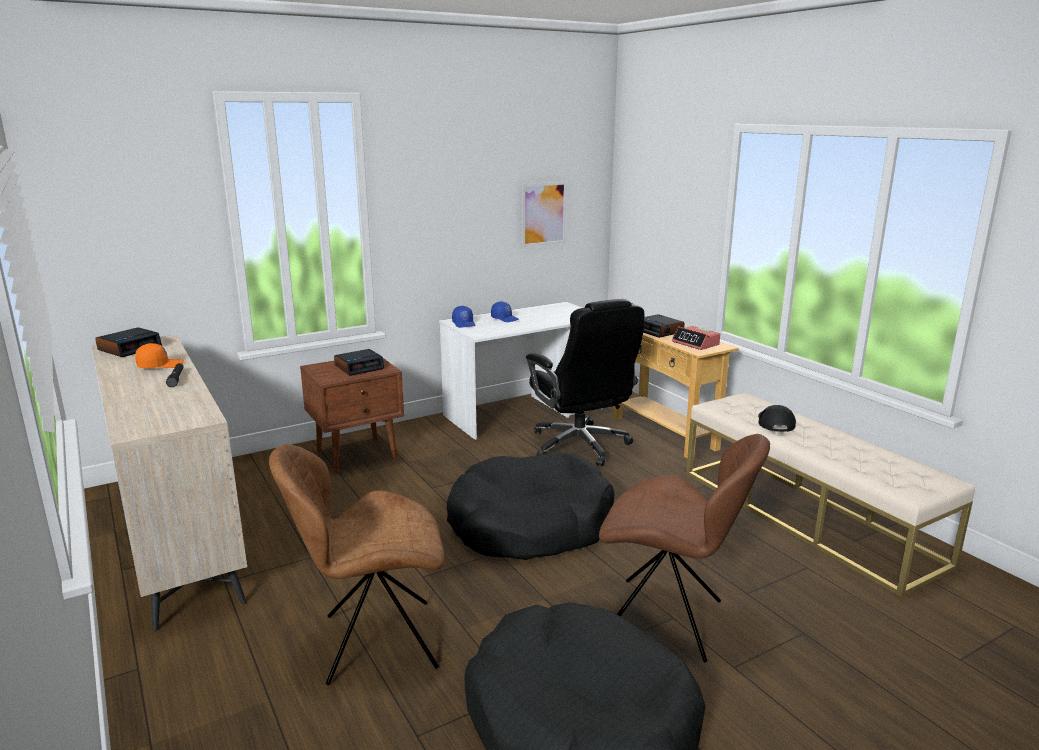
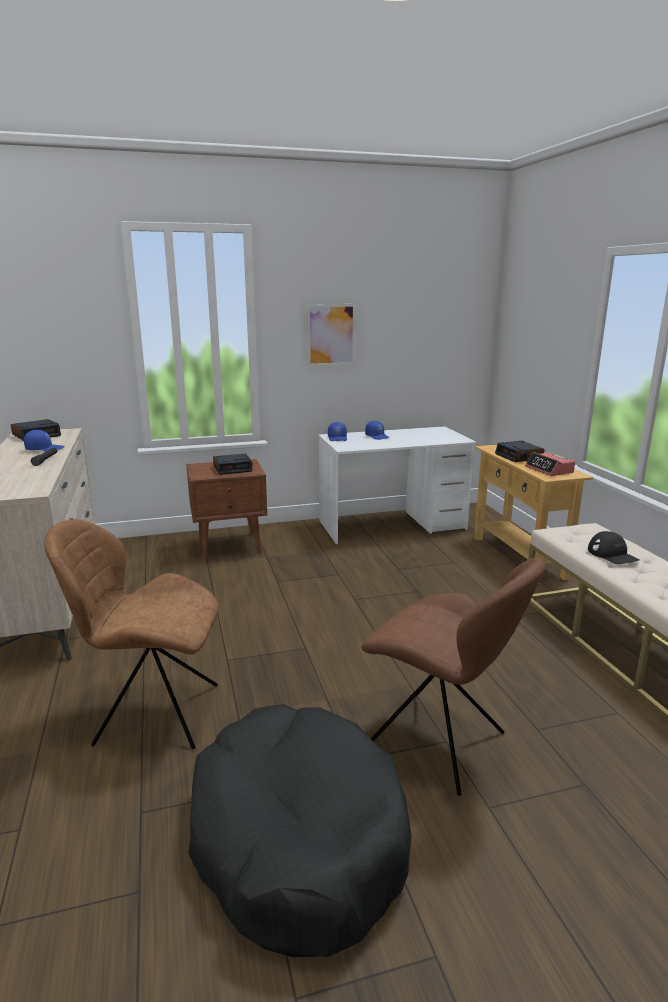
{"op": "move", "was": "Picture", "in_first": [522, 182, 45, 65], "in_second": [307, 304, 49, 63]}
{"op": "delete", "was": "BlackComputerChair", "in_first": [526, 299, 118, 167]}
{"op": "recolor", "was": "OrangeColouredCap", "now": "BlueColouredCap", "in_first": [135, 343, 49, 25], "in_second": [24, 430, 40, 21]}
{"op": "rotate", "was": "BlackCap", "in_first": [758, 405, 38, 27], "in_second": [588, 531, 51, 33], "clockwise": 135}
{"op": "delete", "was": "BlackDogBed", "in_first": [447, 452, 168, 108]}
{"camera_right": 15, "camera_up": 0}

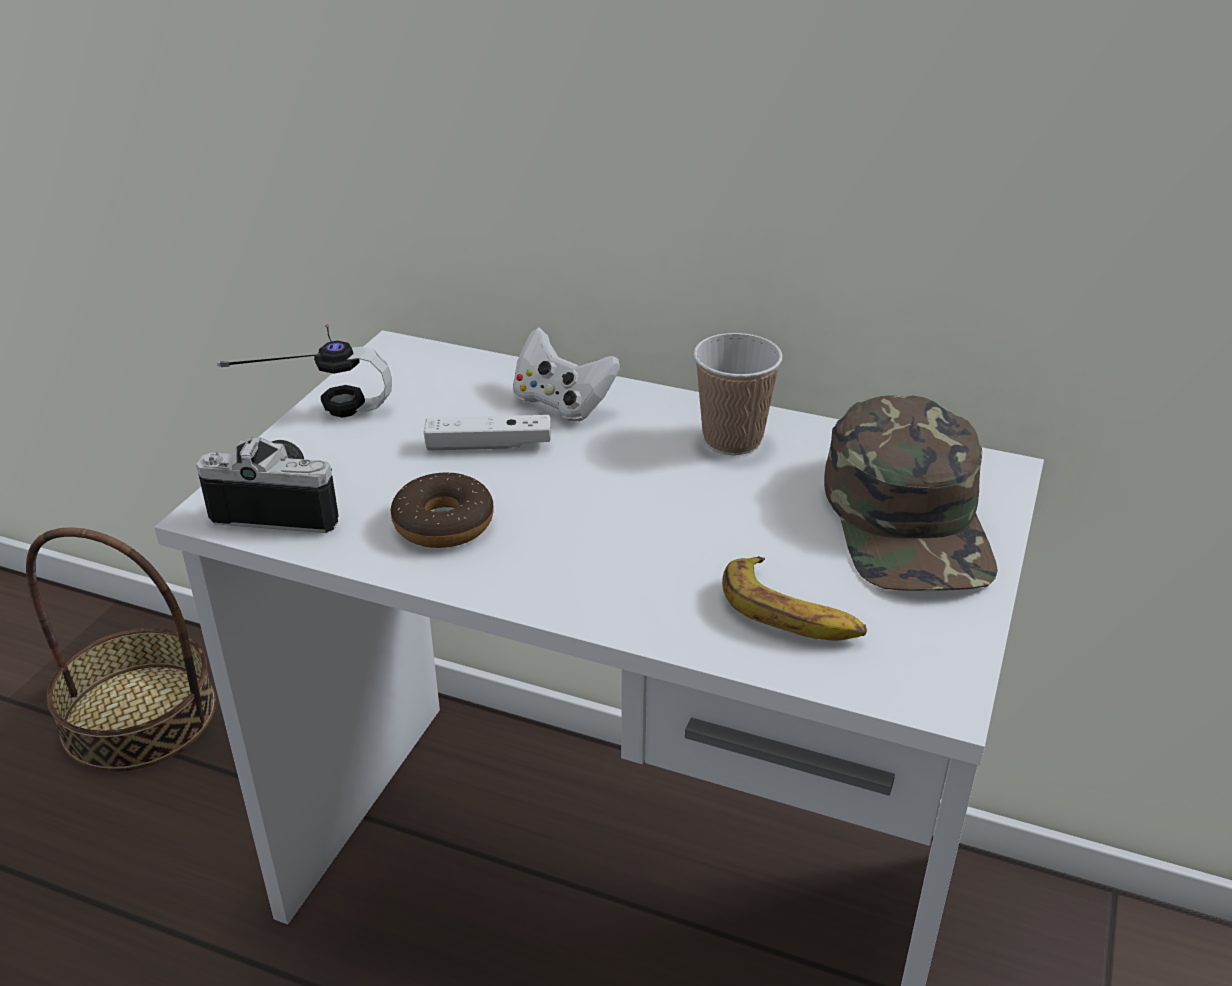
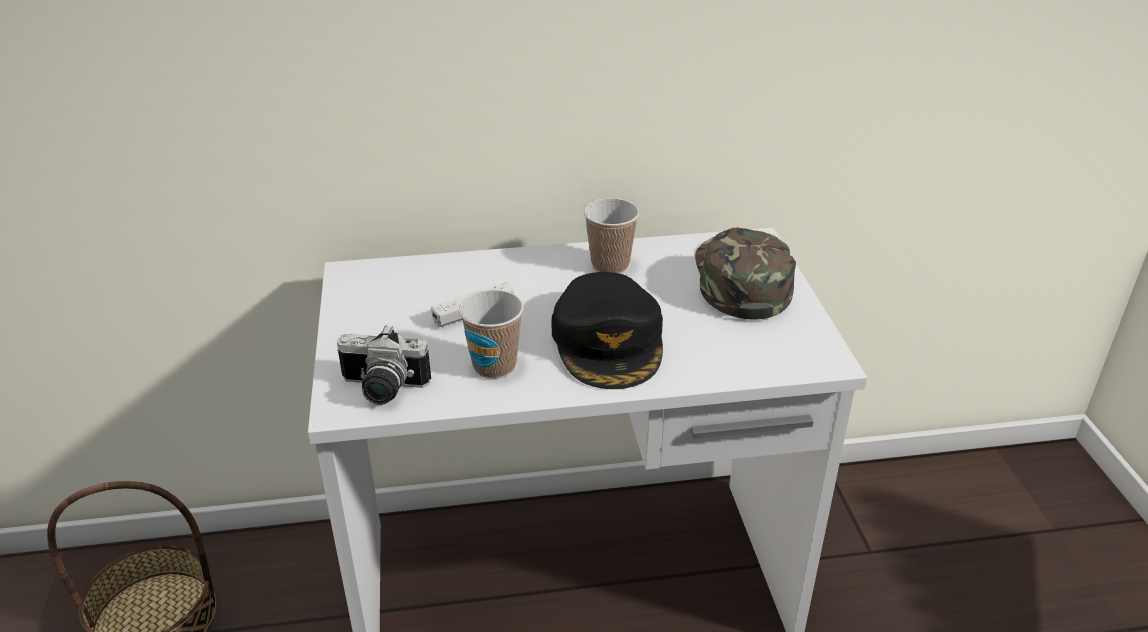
{"op": "delete", "was": "Headset", "in_first": [217, 324, 175, 94]}
{"op": "delete", "was": "WhiteJoypad", "in_first": [513, 327, 108, 94]}
{"op": "rotate", "was": "GreenishCap", "in_first": [824, 395, 174, 196], "in_second": [695, 227, 101, 93], "clockwise": -150}
{"op": "rotate", "was": "PhotoCamera", "in_first": [196, 437, 143, 96], "in_second": [337, 325, 94, 80], "clockwise": -150}
{"op": "replace", "was": "RingDoughnut", "now": "Cup", "in_first": [391, 472, 103, 76], "in_second": [459, 289, 65, 90]}
{"op": "delete", "was": "BananaFruit", "in_first": [722, 556, 145, 85]}
{"op": "insert", "now": "BlackCap", "in_second": [551, 272, 112, 117]}
{"camera_right": -30, "camera_up": 0}

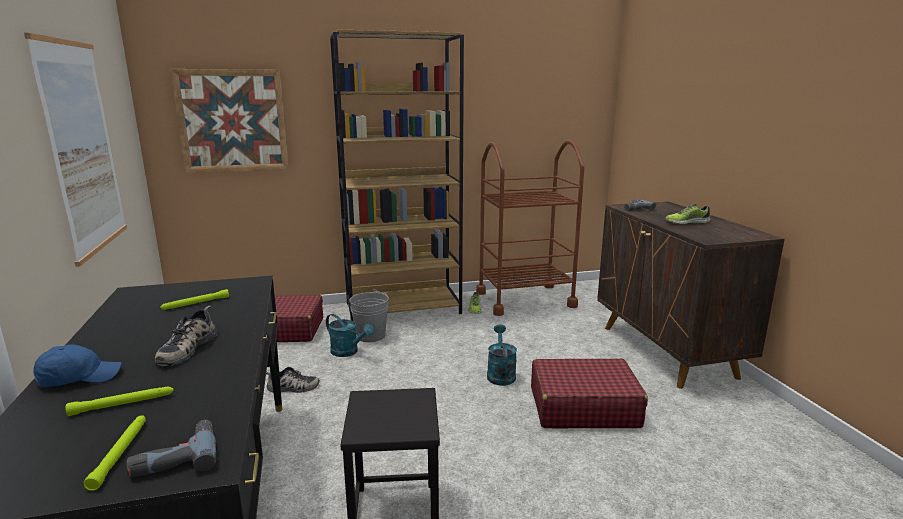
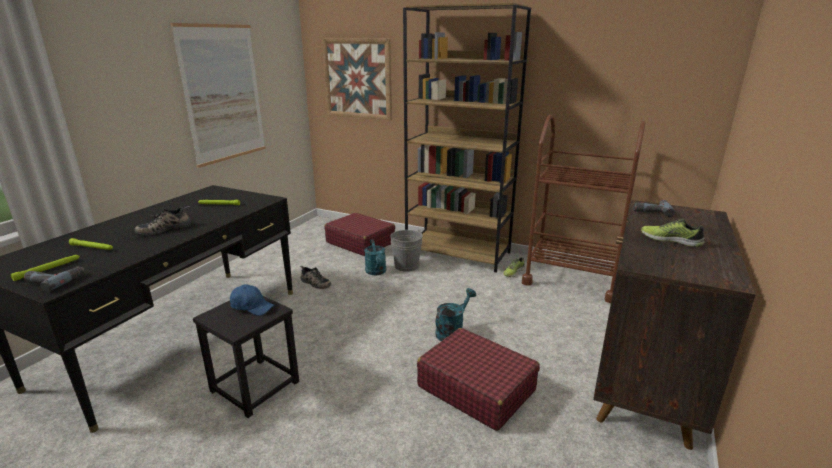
{"op": "move", "was": "BlueColouredCap", "in_first": [33, 344, 89, 43], "in_second": [230, 284, 44, 32]}
{"camera_right": 40, "camera_up": 5}

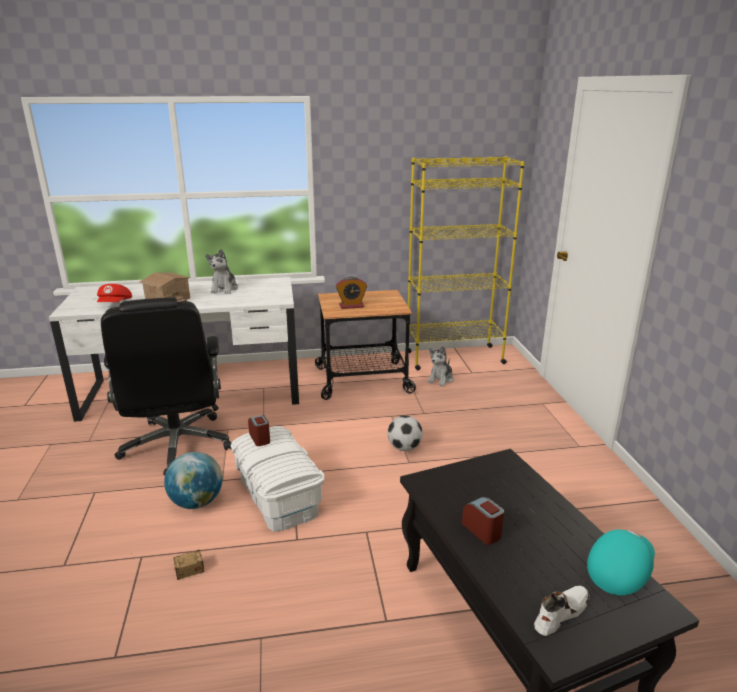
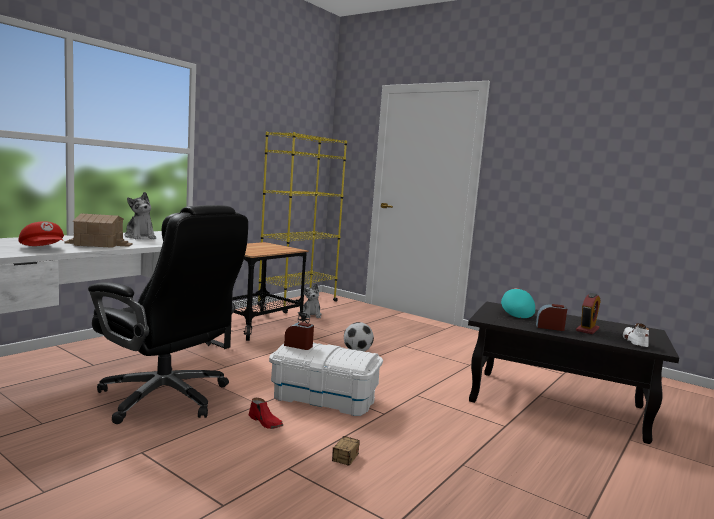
{"op": "move", "was": "TableClock", "in_first": [336, 277, 31, 32], "in_second": [576, 293, 24, 41]}
{"op": "replace", "was": "Globe", "now": "ReddishItemOfFootwear", "in_first": [164, 452, 59, 57], "in_second": [249, 398, 34, 31]}
{"op": "move", "was": "BlueGreenCap", "in_first": [587, 529, 68, 66], "in_second": [501, 288, 34, 30]}
{"camera_right": -45, "camera_up": -15}

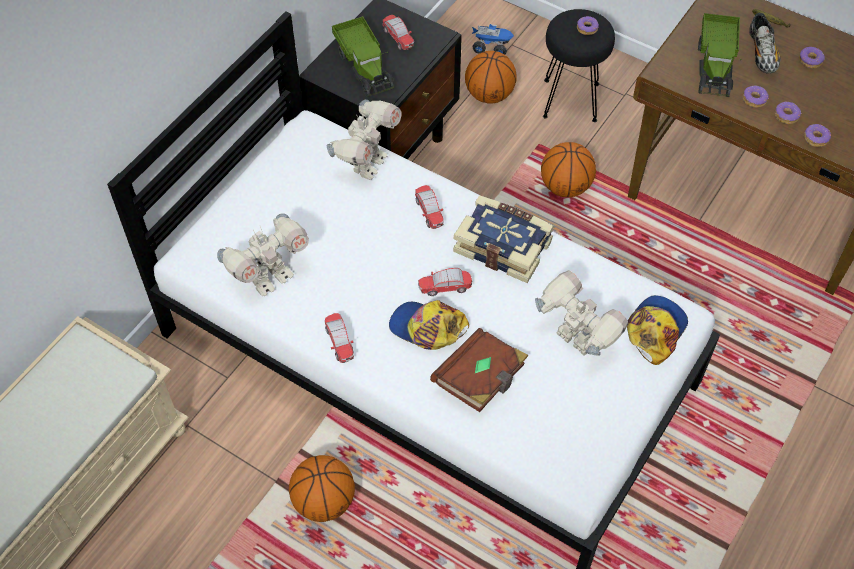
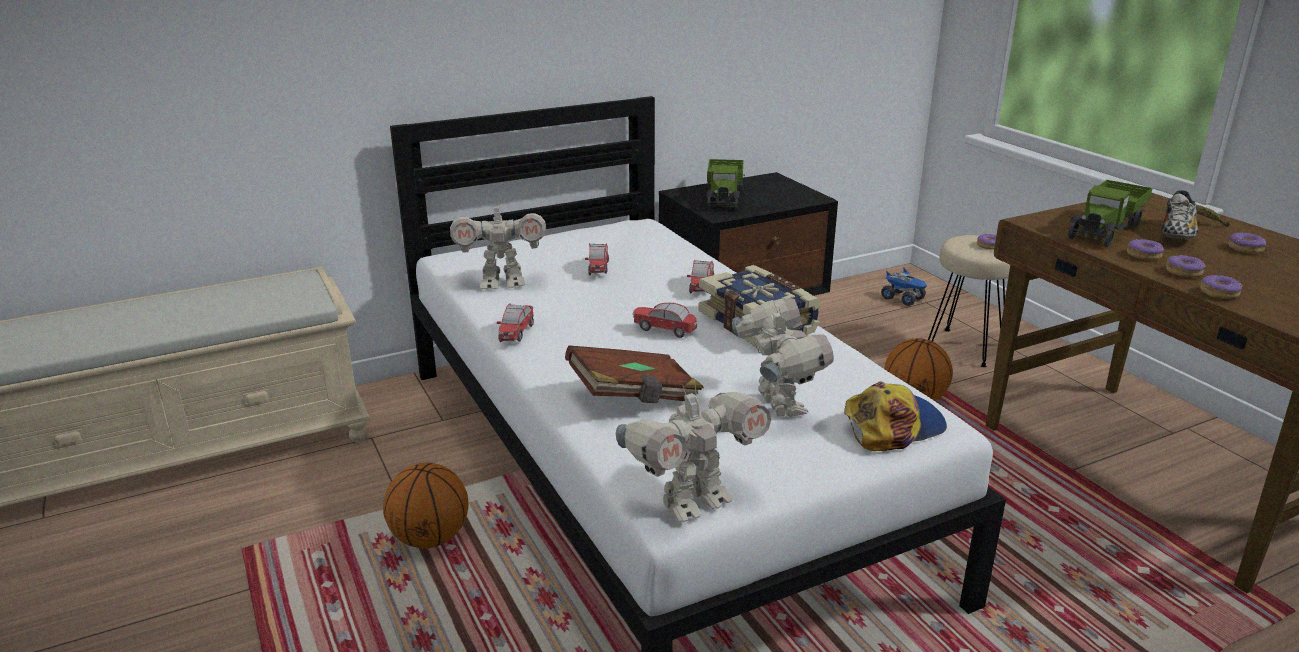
{"op": "recolor", "was": "BlackSittingStool", "now": "SandColouredSittingStool", "in_first": [543, 9, 72, 113], "in_second": [928, 235, 82, 132]}
{"op": "move", "was": "ToyCar", "in_first": [382, 15, 32, 36], "in_second": [585, 243, 24, 32]}
{"op": "delete", "was": "BallForBasketball", "in_first": [465, 51, 52, 53]}
{"op": "move", "was": "RobotFigure", "in_first": [327, 100, 74, 80], "in_second": [616, 380, 155, 142]}
{"op": "delete", "was": "Cap", "in_first": [389, 300, 80, 50]}
{"camera_right": 30, "camera_up": -30}

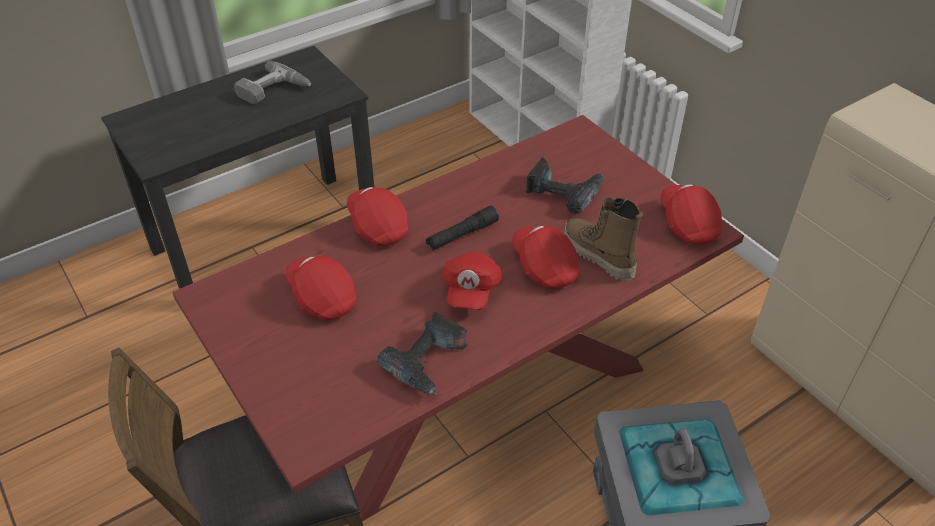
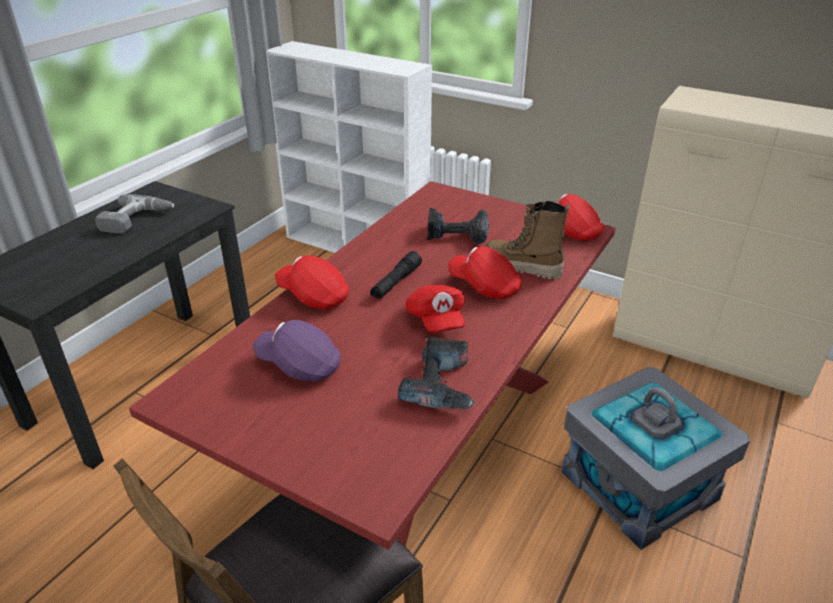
{"op": "recolor", "was": "ReddishCap", "now": "PurpleCap", "in_first": [286, 256, 71, 64], "in_second": [253, 320, 88, 62]}
{"camera_right": -25, "camera_up": -10}

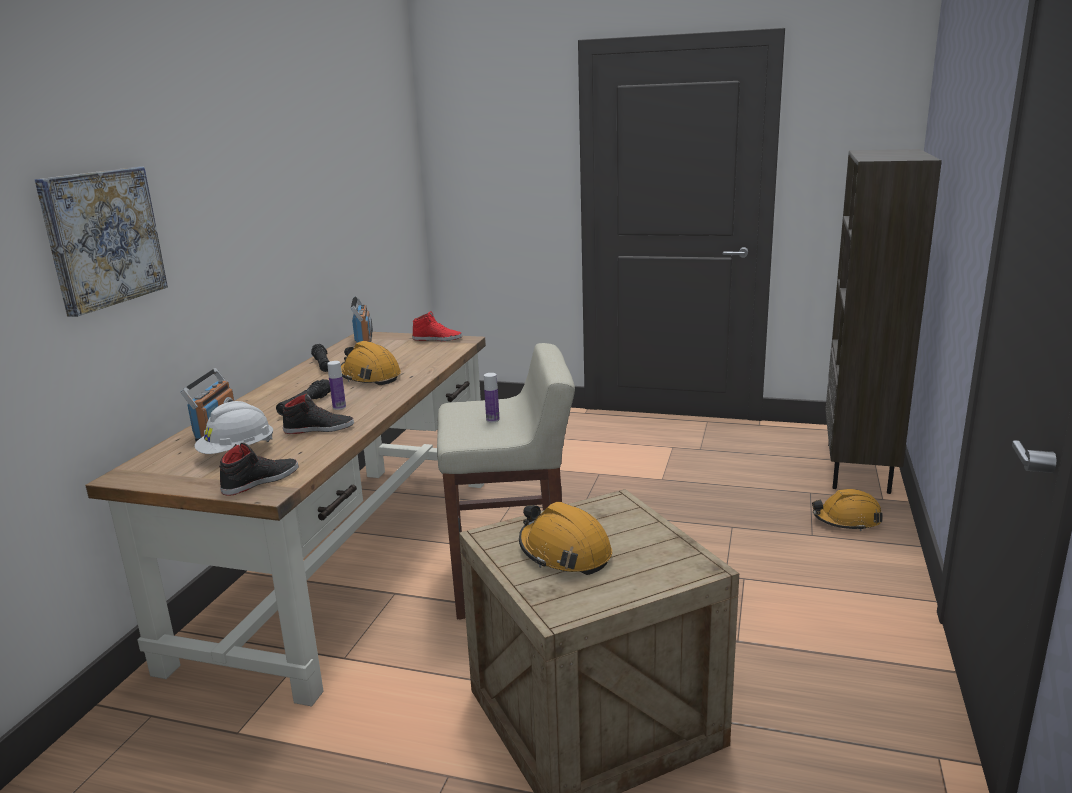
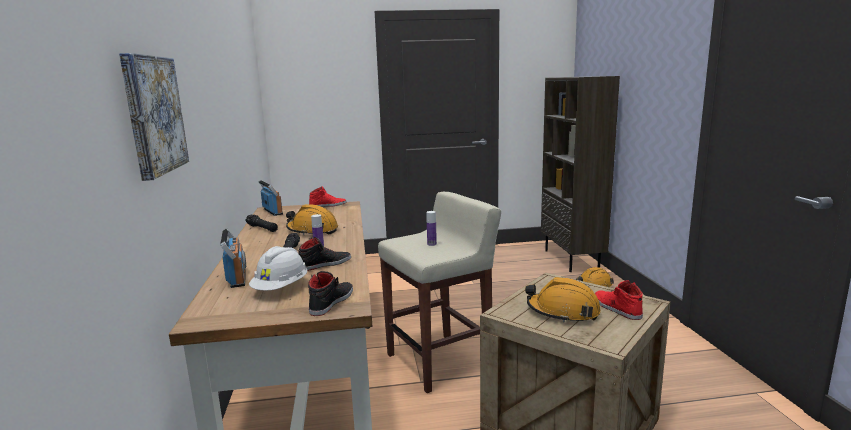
{"op": "insert", "now": "ReddishItemOfFootwear", "in_second": [595, 280, 48, 40]}
{"camera_right": -25, "camera_up": -5}

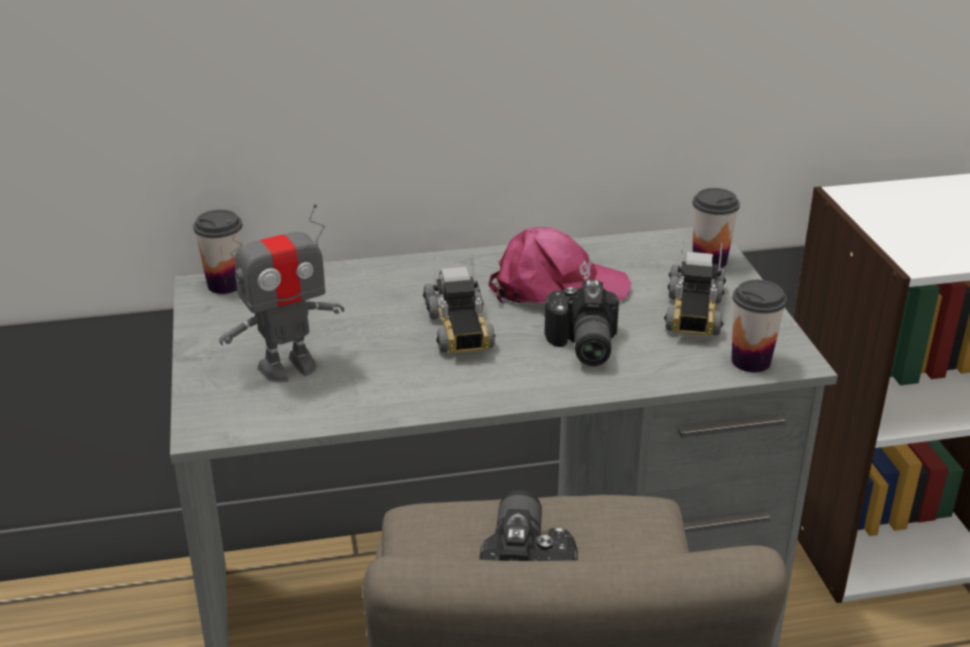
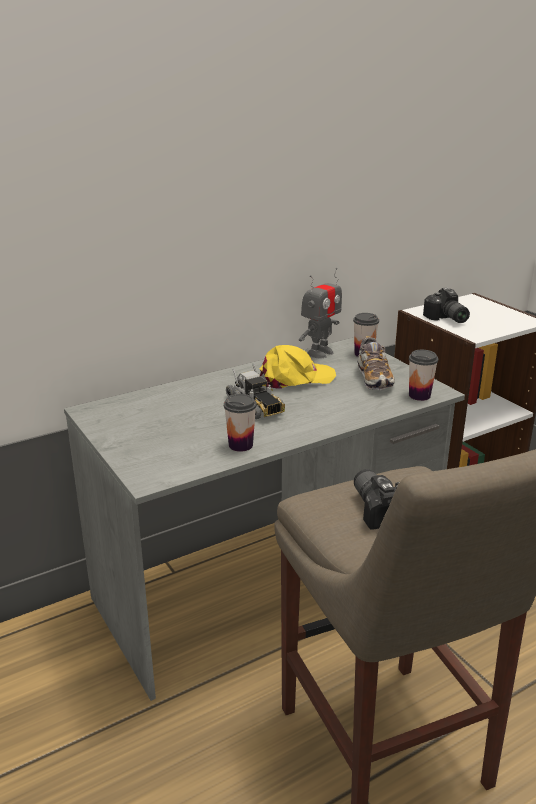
{"op": "move", "was": "RobotFigure", "in_first": [219, 204, 125, 178], "in_second": [299, 268, 43, 91]}
{"op": "move", "was": "Cup", "in_first": [193, 210, 49, 84], "in_second": [224, 394, 33, 58]}
{"op": "recolor", "was": "PinkColouredCap", "now": "YellowCap", "in_first": [489, 227, 142, 77], "in_second": [260, 345, 76, 45]}
{"op": "replace", "was": "ToyTruck", "now": "ItemOfFootwear", "in_first": [664, 240, 62, 95], "in_second": [357, 336, 37, 54]}
{"op": "move", "was": "PhotoCamera", "in_first": [545, 280, 74, 86], "in_second": [423, 287, 47, 36]}
{"camera_right": -20, "camera_up": -5}

